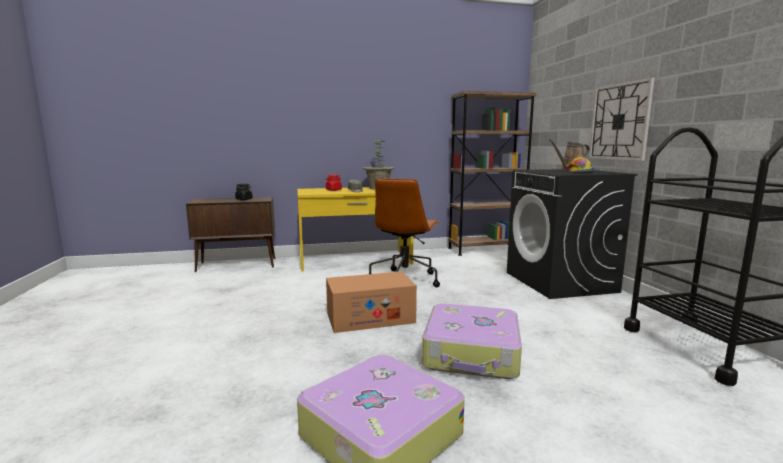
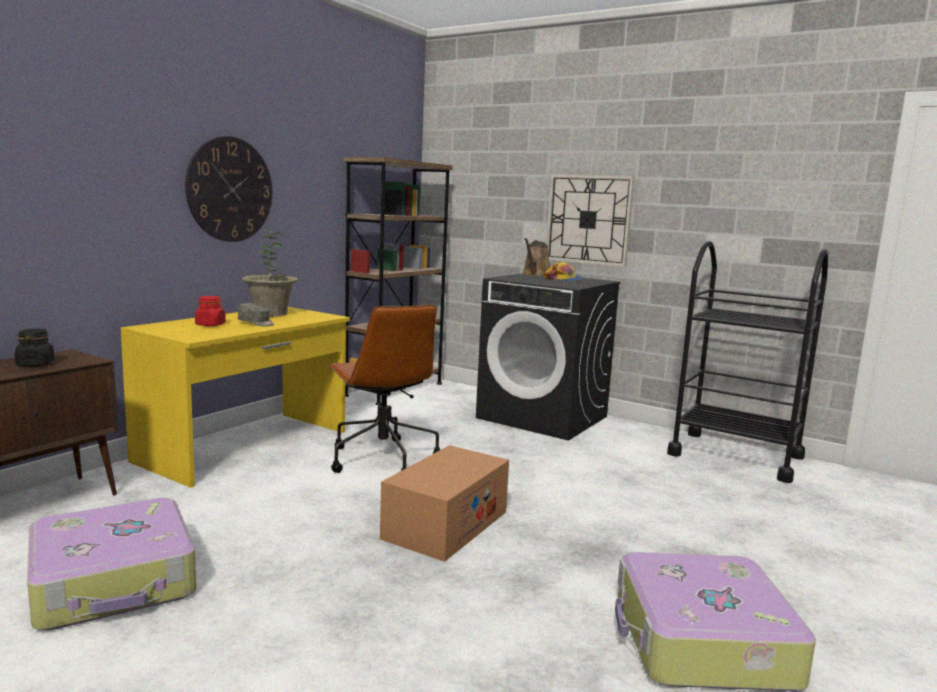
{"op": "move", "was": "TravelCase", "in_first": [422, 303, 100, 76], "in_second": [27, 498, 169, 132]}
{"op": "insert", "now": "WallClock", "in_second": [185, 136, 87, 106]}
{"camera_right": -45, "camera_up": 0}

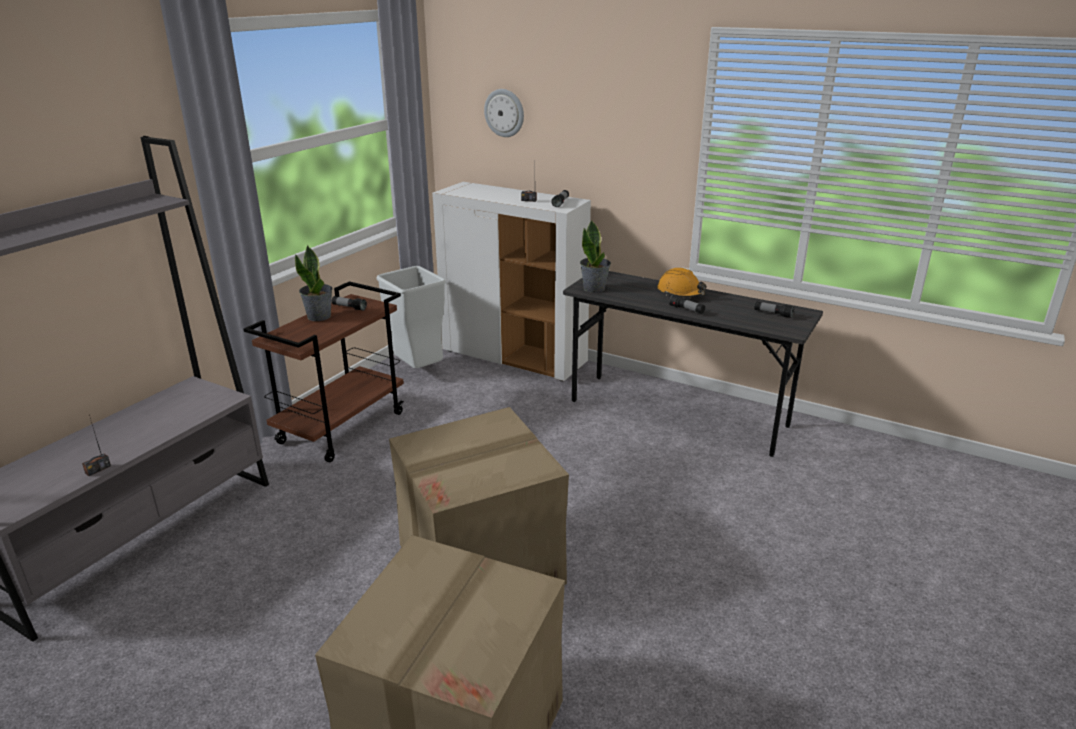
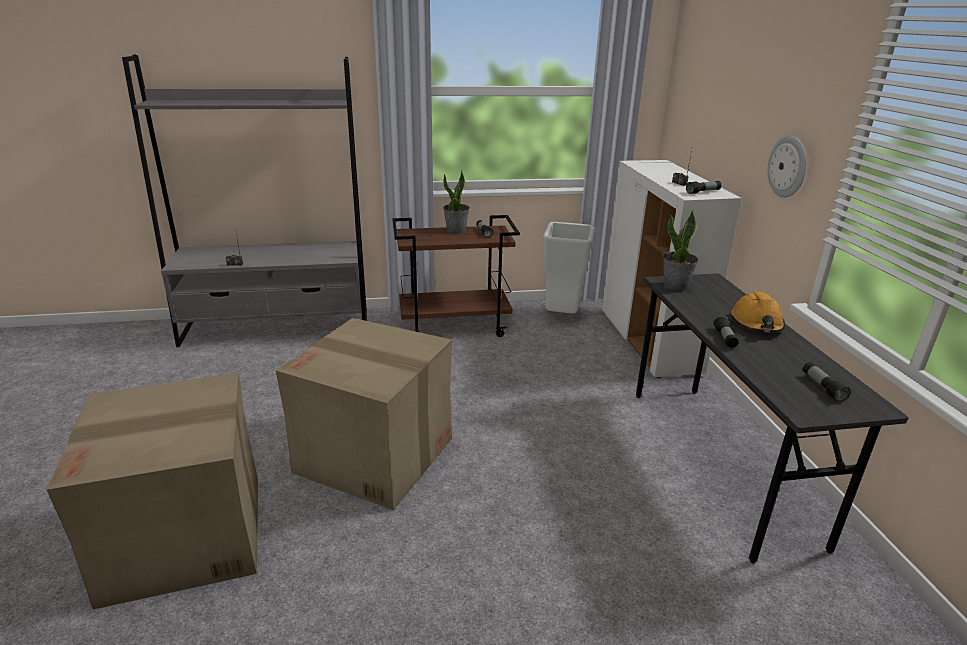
{"op": "move", "was": "WallClock", "in_first": [484, 89, 40, 48], "in_second": [768, 136, 39, 62]}
{"camera_right": 50, "camera_up": 0}

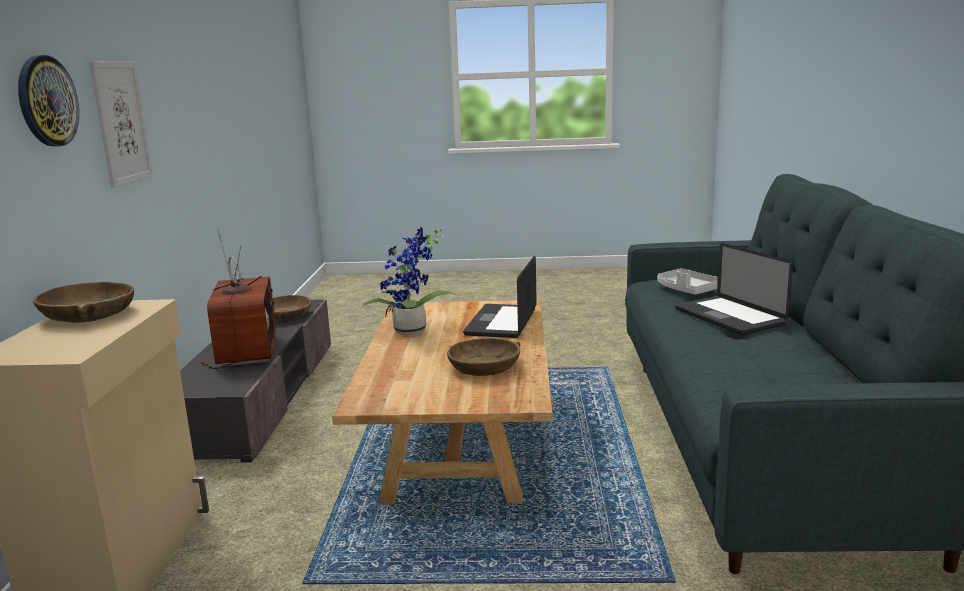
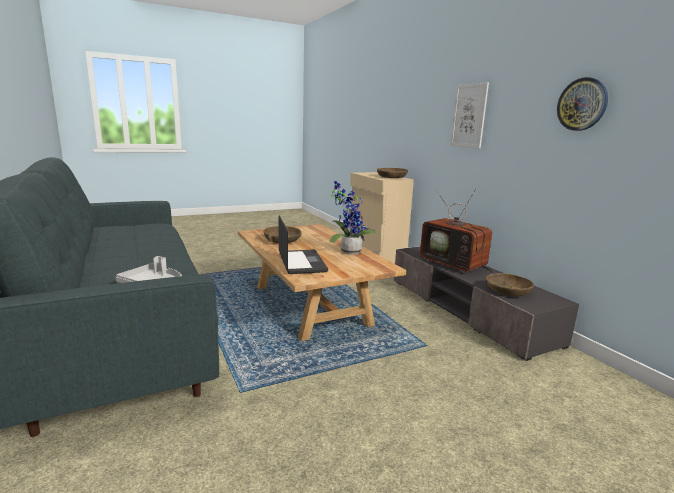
{"op": "move", "was": "WallClock", "in_first": [18, 55, 61, 92], "in_second": [557, 77, 51, 54]}
{"op": "delete", "was": "NotebookComputer", "in_first": [675, 243, 118, 92]}
{"camera_right": 150, "camera_up": 0}

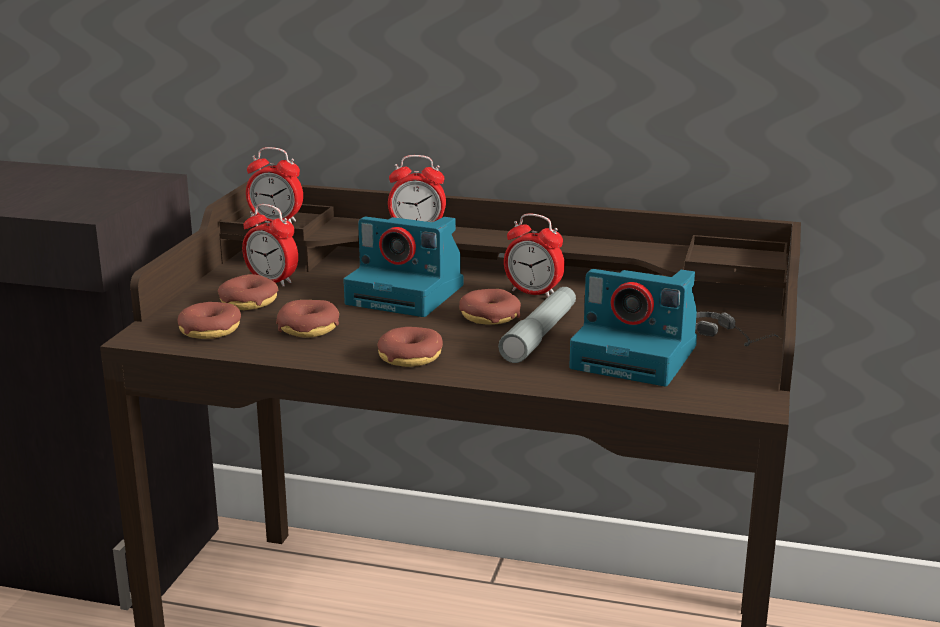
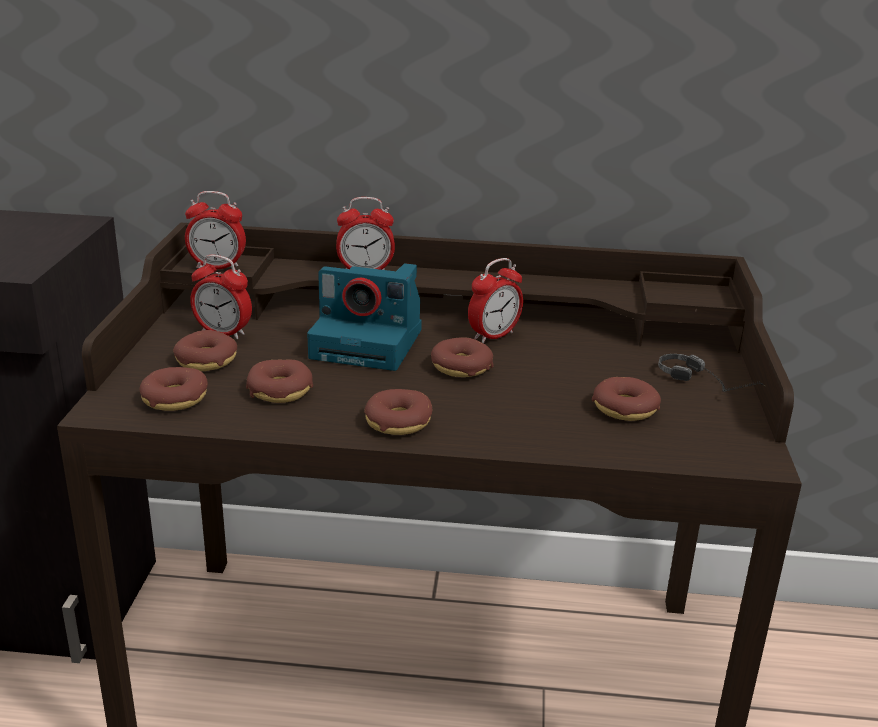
{"op": "rotate", "was": "TableClock", "in_first": [504, 213, 61, 84], "in_second": [468, 258, 55, 85], "clockwise": -60}
{"op": "replace", "was": "PhotoCamera", "now": "RingDoughnut", "in_first": [569, 269, 128, 117], "in_second": [592, 377, 69, 44]}
{"op": "delete", "was": "GreyTorch", "in_first": [498, 287, 78, 76]}
{"camera_right": -10, "camera_up": 5}

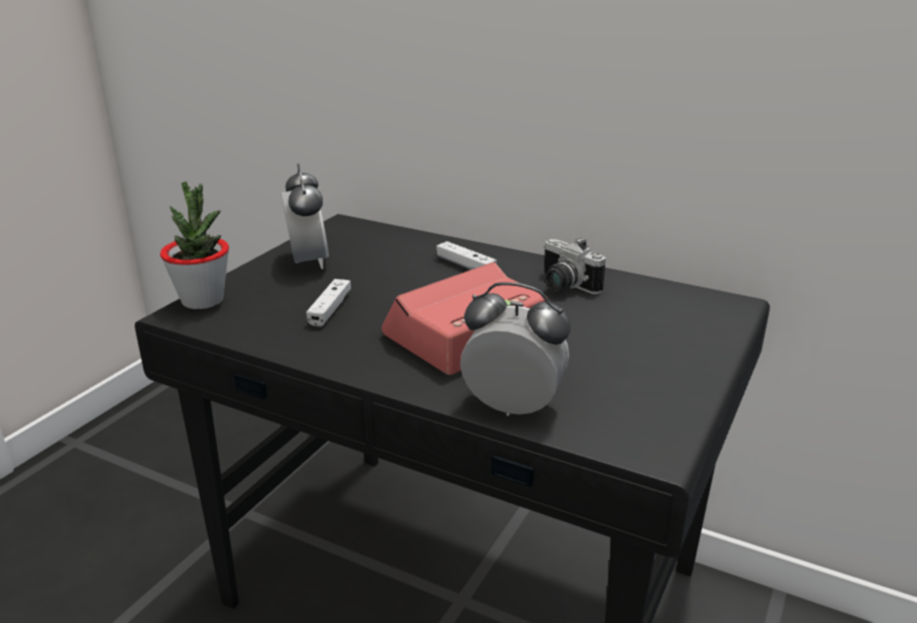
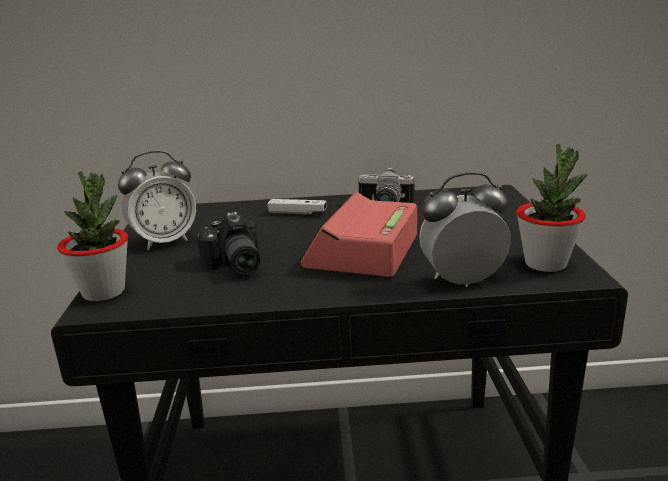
{"op": "rotate", "was": "TableClock", "in_first": [281, 164, 48, 105], "in_second": [118, 151, 78, 99], "clockwise": 105}
{"op": "replace", "was": "WhiteJoypad", "now": "PhotoCamera", "in_first": [306, 279, 45, 48], "in_second": [197, 212, 63, 63]}
{"op": "insert", "now": "PottedPlant", "in_second": [516, 144, 72, 128]}
{"camera_right": -30, "camera_up": -5}

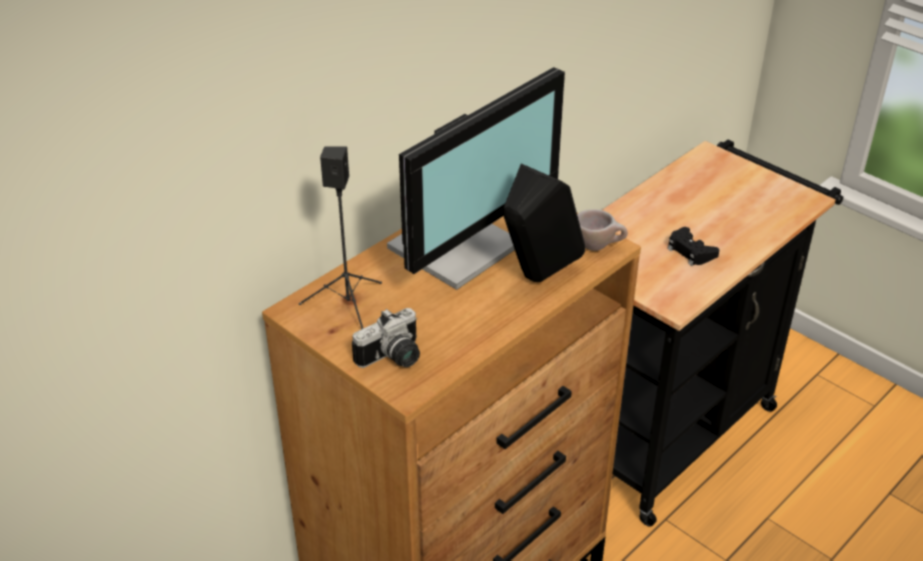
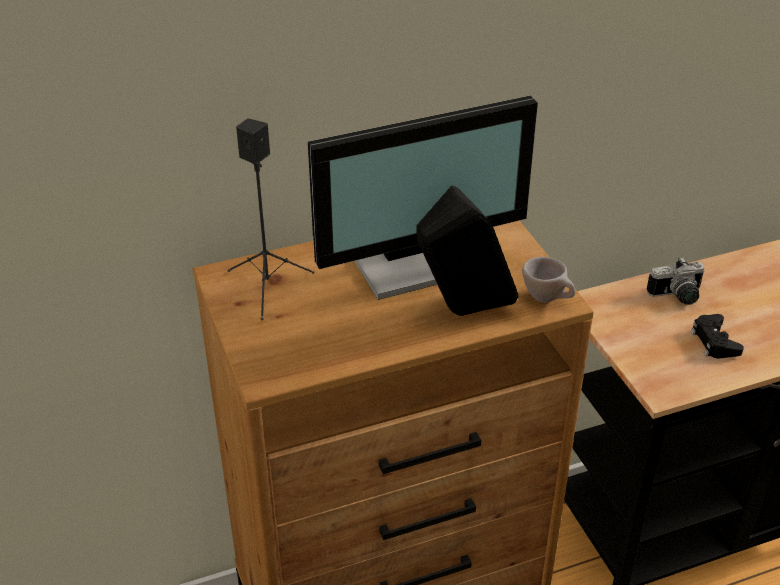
{"op": "move", "was": "PhotoCamera", "in_first": [352, 308, 68, 60], "in_second": [647, 257, 58, 48]}
{"camera_right": 25, "camera_up": 0}

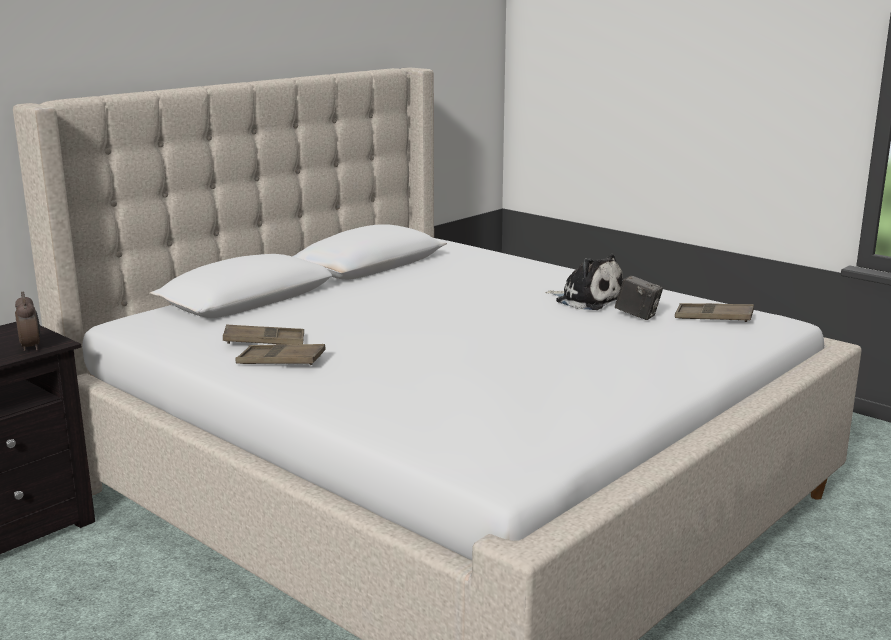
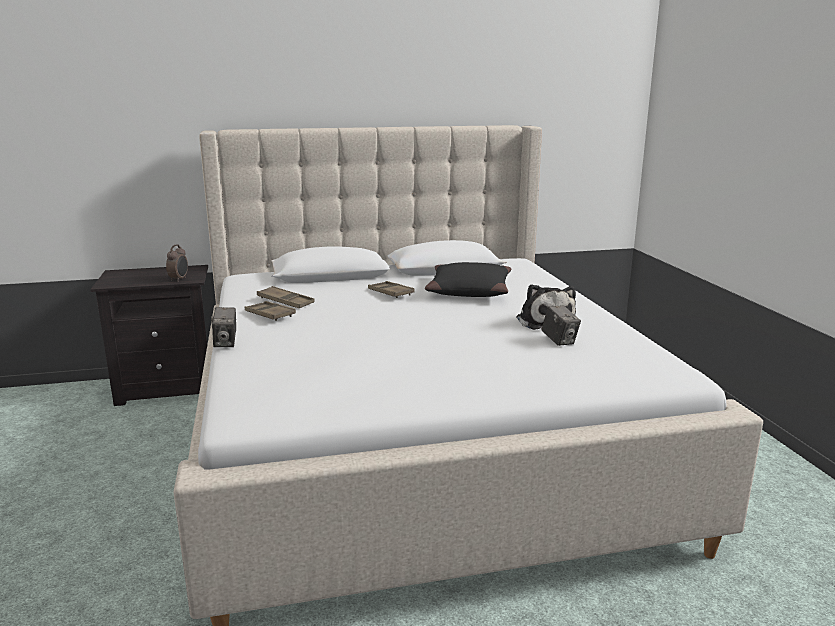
{"op": "move", "was": "BrownServingTray", "in_first": [675, 303, 79, 19], "in_second": [368, 281, 47, 17]}
{"op": "insert", "now": "BlackPillow", "in_second": [425, 262, 87, 35]}
{"op": "insert", "now": "PhotoCamera", "in_second": [211, 307, 25, 40]}
{"camera_right": 35, "camera_up": 0}

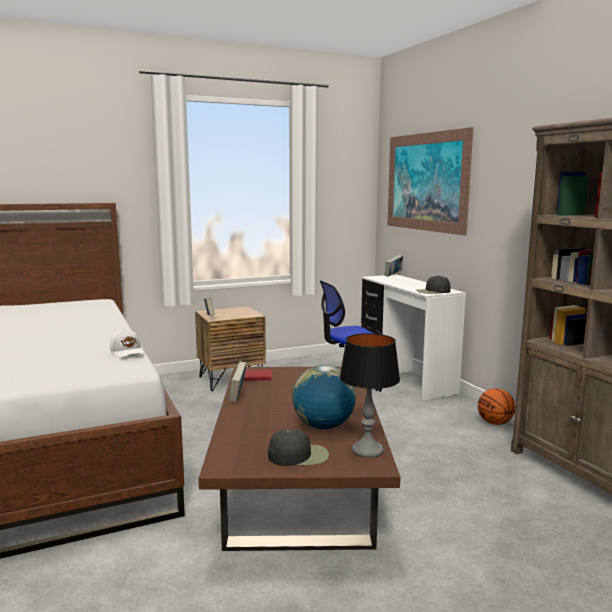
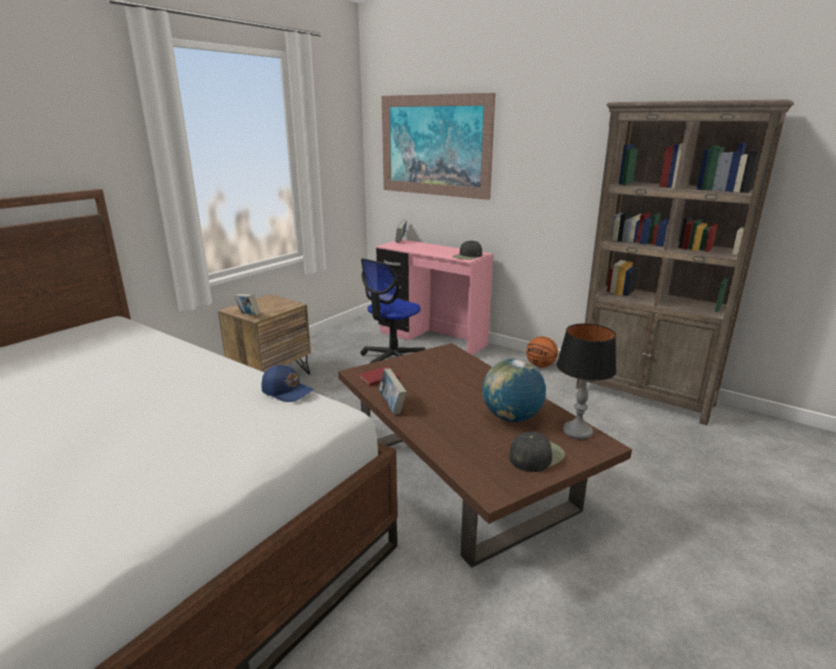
{"op": "recolor", "was": "WhiteDesk", "now": "PinkColouredDesk", "in_first": [361, 274, 105, 127], "in_second": [376, 239, 117, 116]}
{"op": "recolor", "was": "WhiteCap", "now": "BlueColouredCap", "in_first": [110, 329, 35, 29], "in_second": [262, 365, 52, 37]}
{"camera_right": -30, "camera_up": 10}

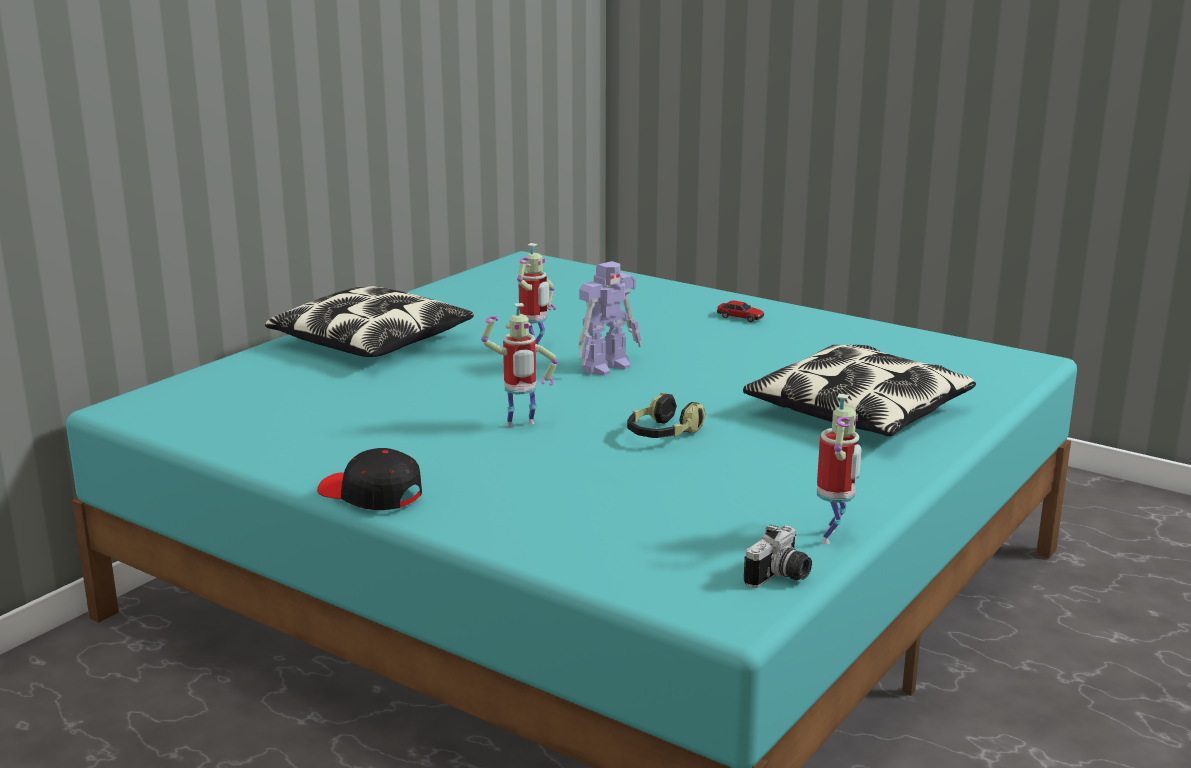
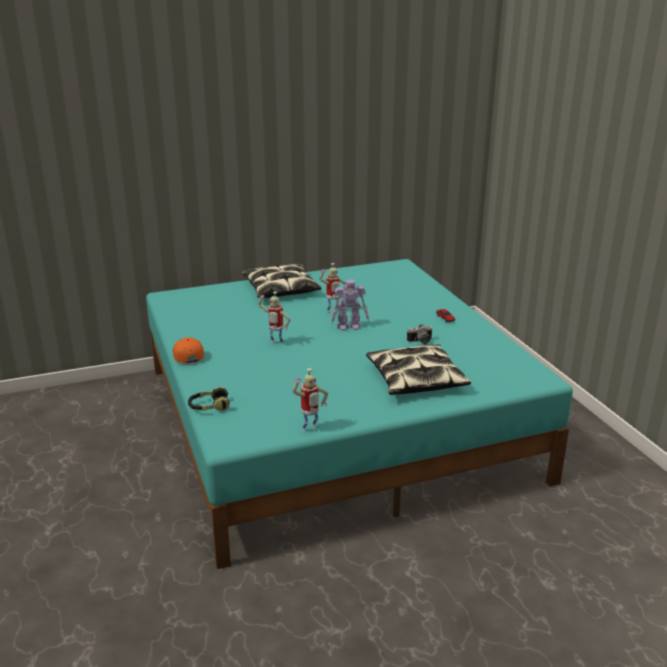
{"op": "move", "was": "Headset", "in_first": [627, 393, 79, 45], "in_second": [188, 387, 42, 24]}
{"op": "recolor", "was": "BlackCap", "now": "OrangeColouredCap", "in_first": [317, 448, 105, 62], "in_second": [173, 338, 31, 25]}
{"op": "move", "was": "PhotoCamera", "in_first": [744, 524, 68, 64], "in_second": [407, 324, 25, 20]}
{"camera_right": 35, "camera_up": 5}

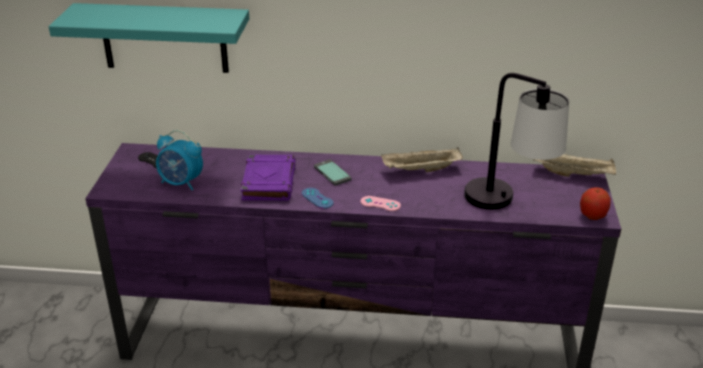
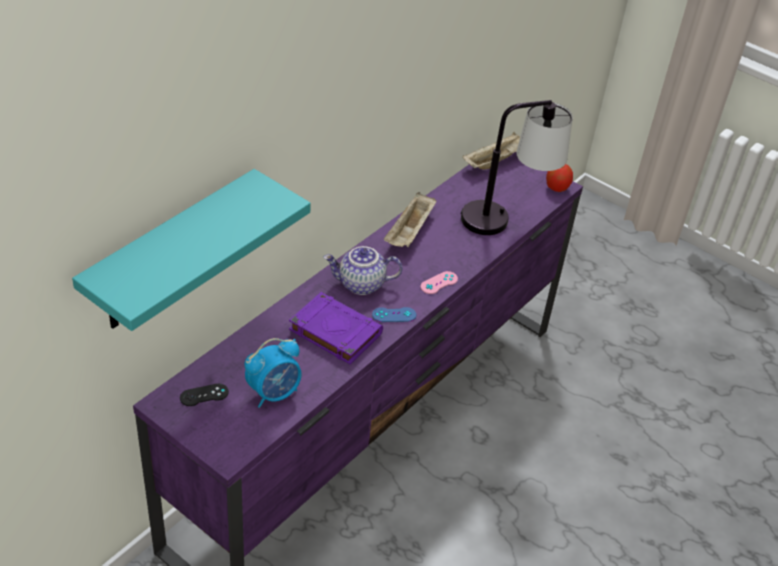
{"op": "replace", "was": "Handset", "now": "Teapot", "in_first": [314, 160, 37, 25], "in_second": [323, 246, 80, 49]}
{"camera_right": -60, "camera_up": 10}

